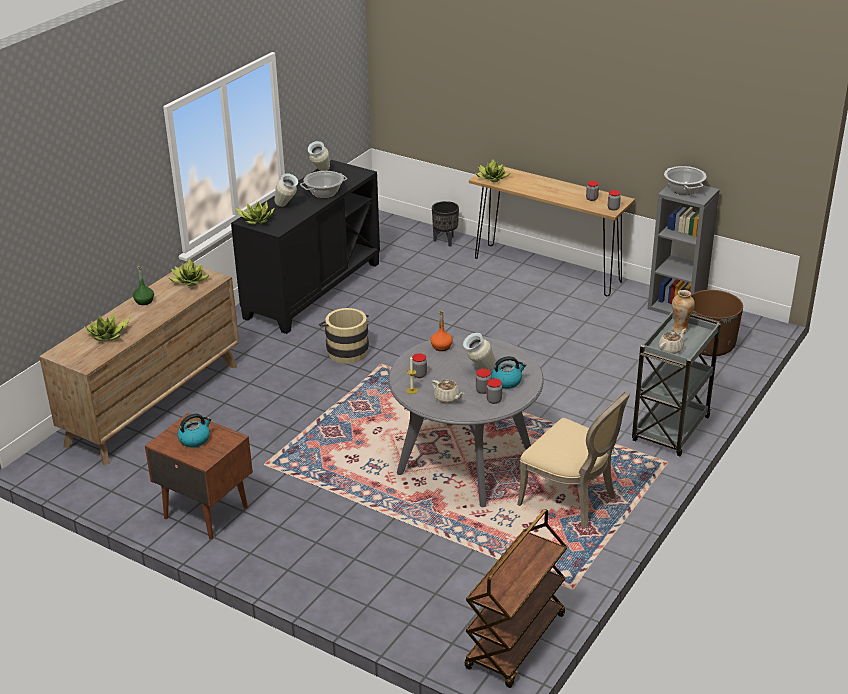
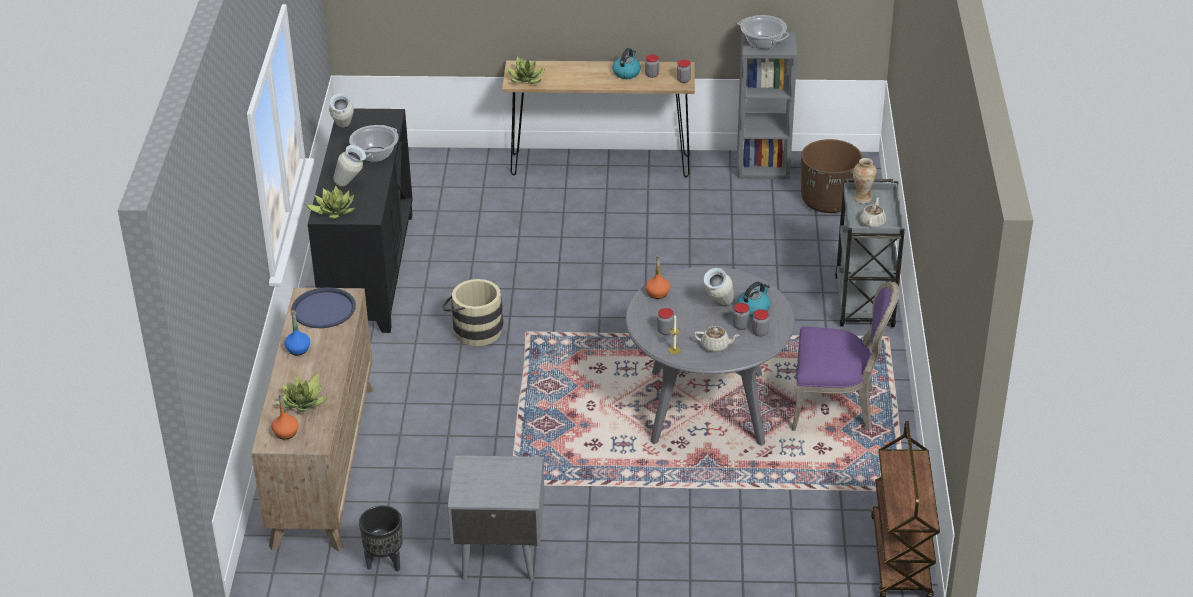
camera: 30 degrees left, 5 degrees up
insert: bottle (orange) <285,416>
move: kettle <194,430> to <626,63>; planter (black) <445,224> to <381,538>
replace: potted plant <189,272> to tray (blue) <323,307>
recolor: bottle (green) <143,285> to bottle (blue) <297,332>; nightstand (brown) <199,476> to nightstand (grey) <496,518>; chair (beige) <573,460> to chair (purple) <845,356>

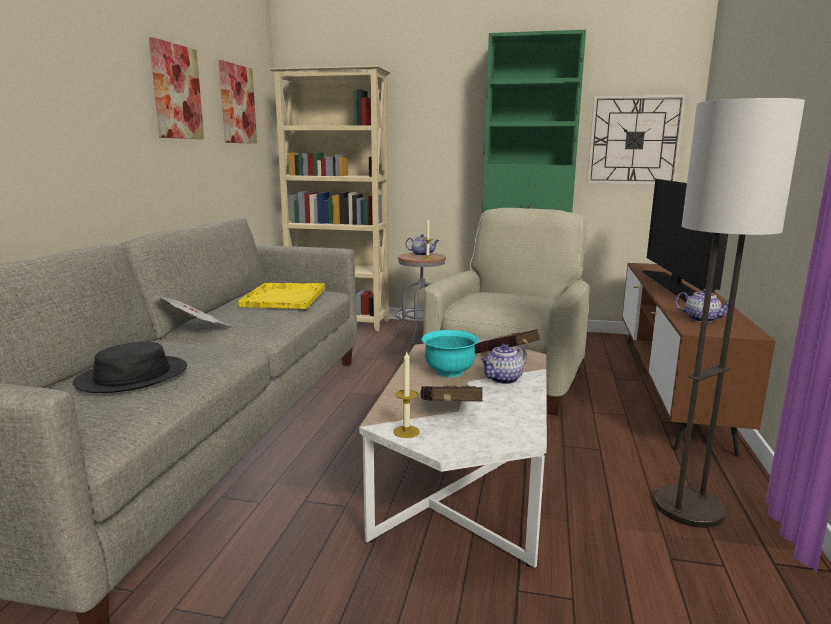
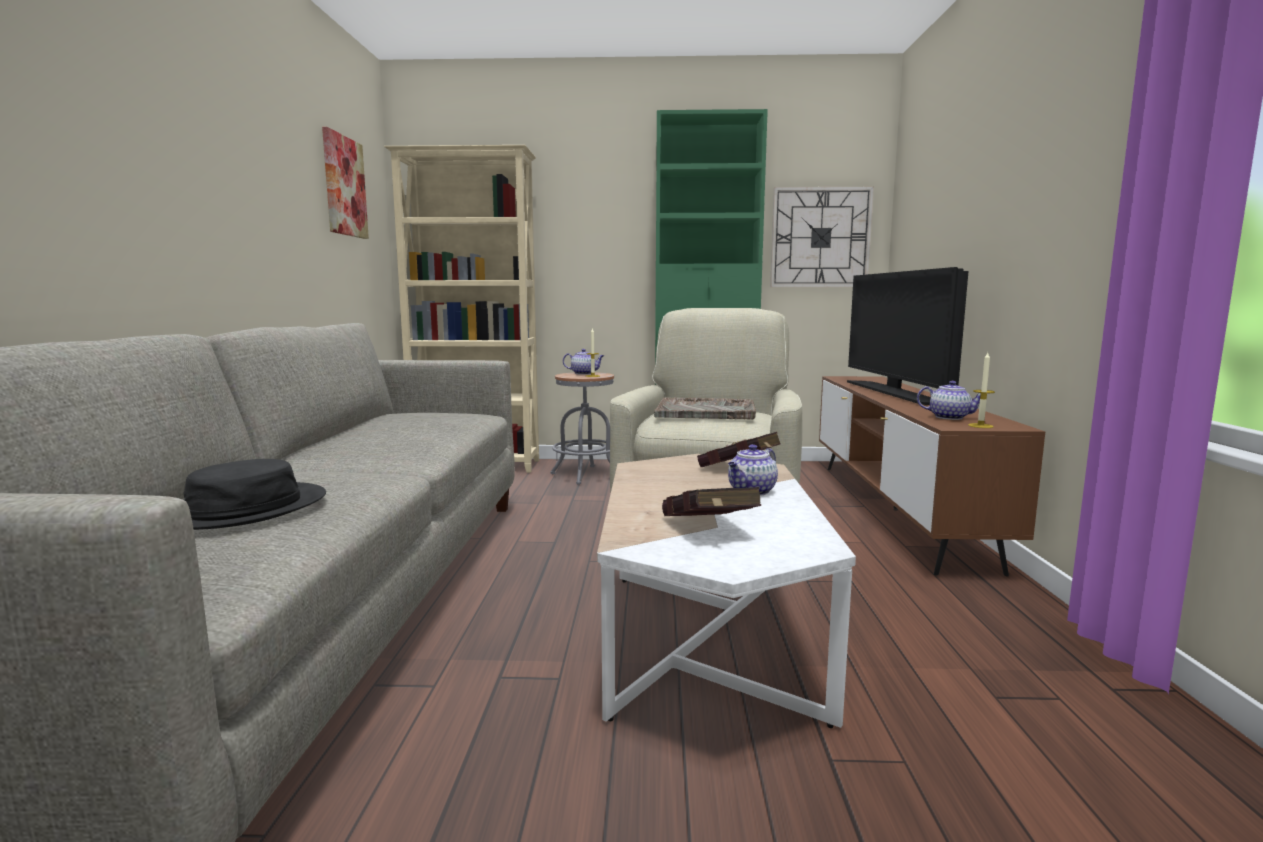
camera: 10 degrees left, 5 degrees down
delete: picture <176,88>; newspaper <193,311>; tray (yellow) <281,296>; bowl (turquoise) <450,353>; floor lamp <730,313>
insert: tray (grey) <705,408>
move: candle <406,395> to <981,390>

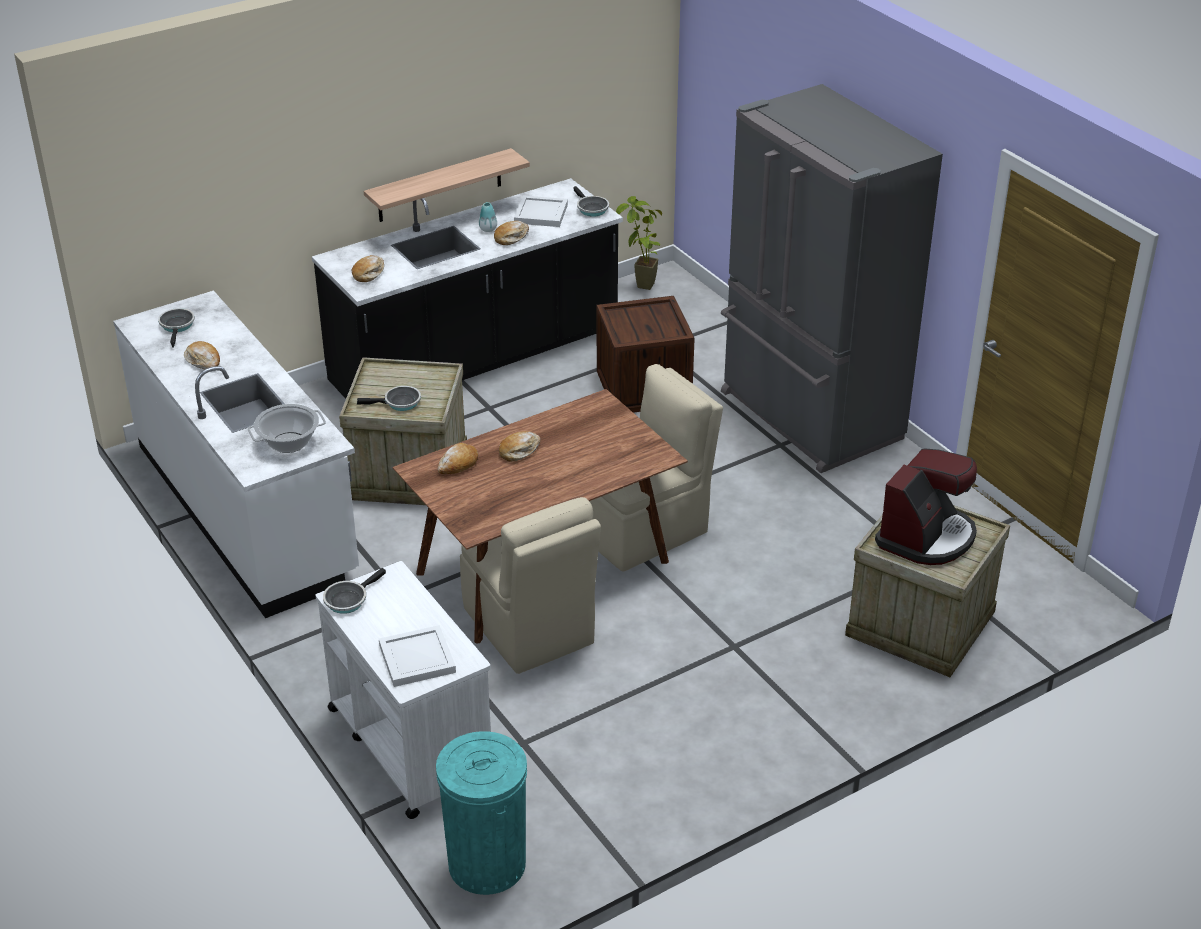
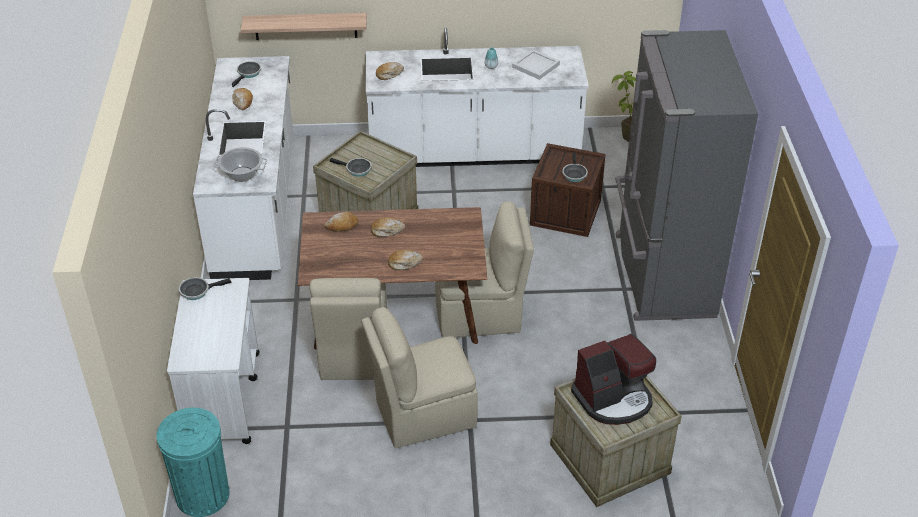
camera: 30 degrees right, 5 degrees up
delete: tray (white) <417,656>
insert: chair (beige) <419,377>
move: shelf <447,185> to <304,26>; bread <511,233> to <405,260>; frying pan <591,201> to <575,167>
recolor: counter (black) <467,288> to counter (white) <477,97>

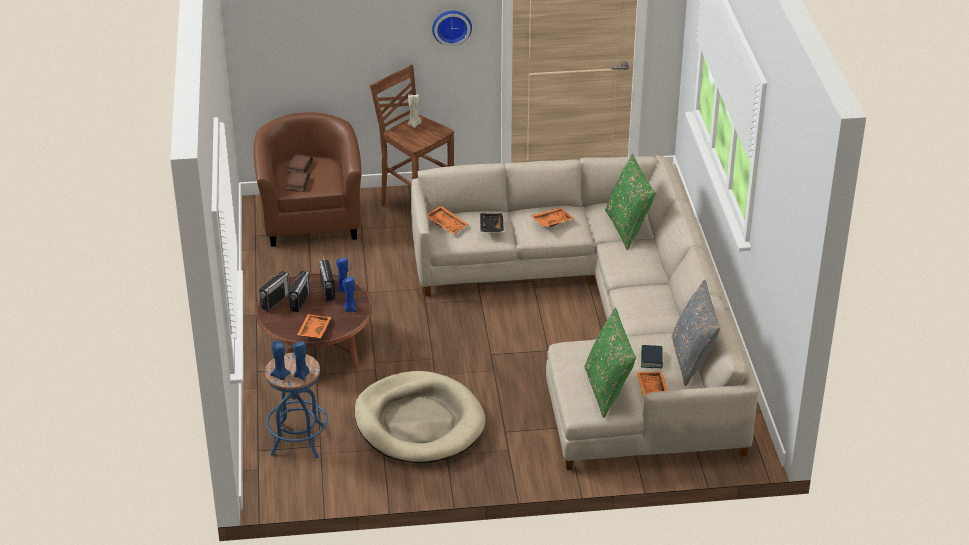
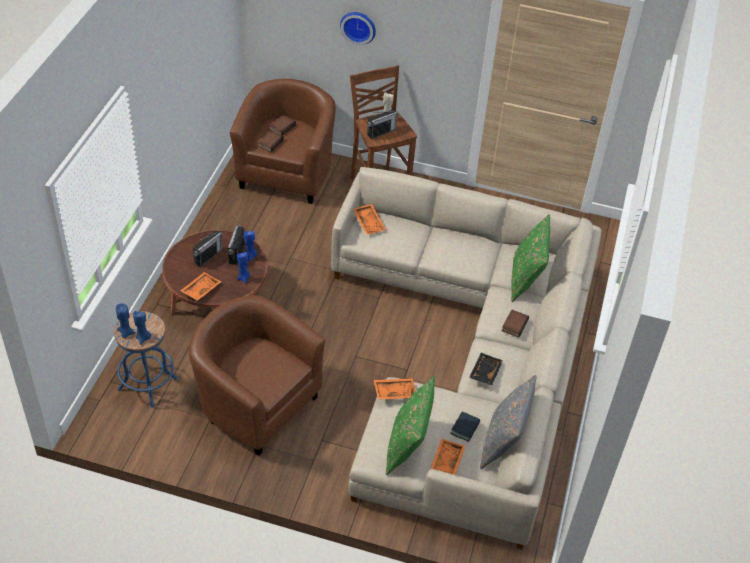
camera: 20 degrees right, 10 degrees up
insert: book <515,324>
move: radio <274,291> to <383,124>; wall clock <452,28> to <358,28>; tray (black) <492,222> to <486,369>; tray (orange) <552,217> to <395,388>
replace: dog bed (beige) <420,417> to armchair (brown) <257,375>

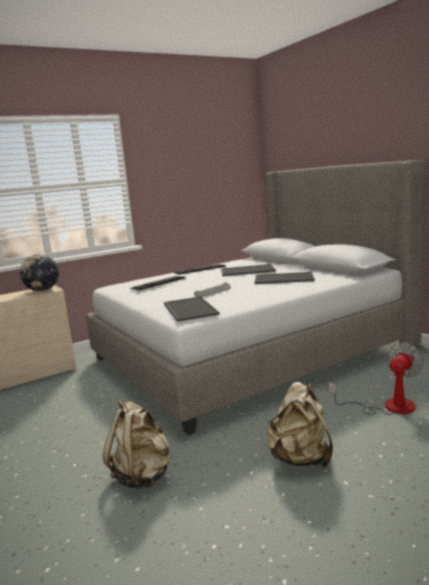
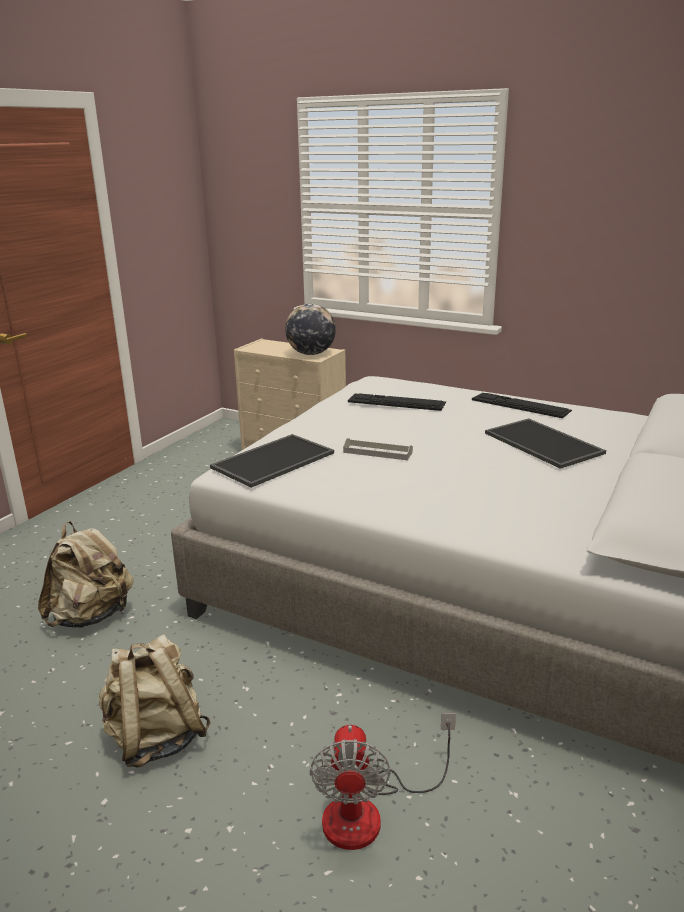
camera: 60 degrees right, 10 degrees up
delete: tray <285,278>
rotate: fan <376,379> = <383,781> 75 degrees clockwise

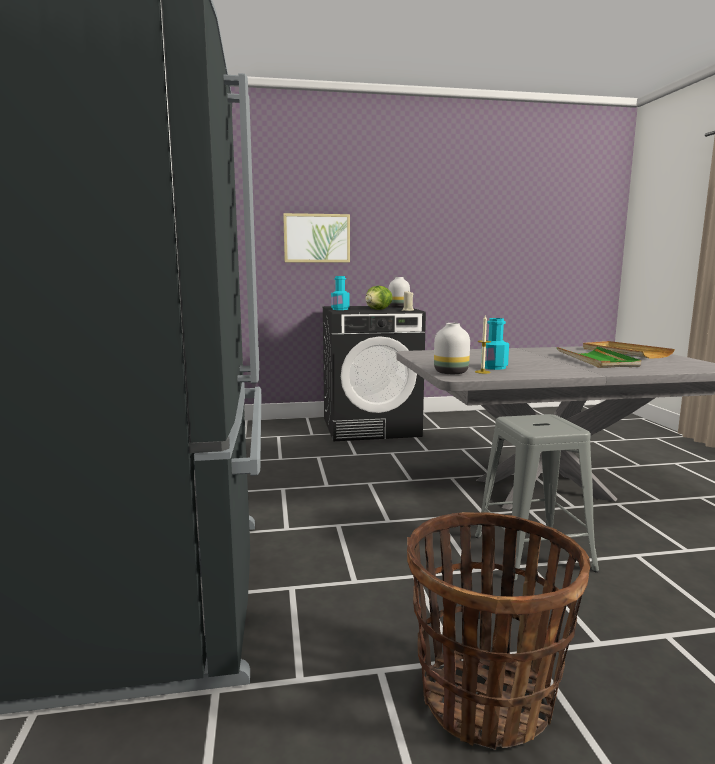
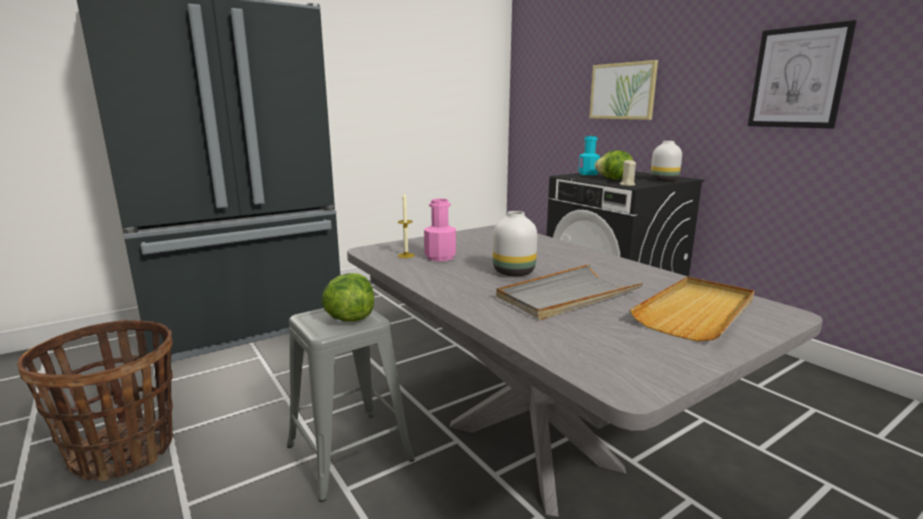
camera: 65 degrees right, 5 degrees up
insert: lettuce <348,297>; picture <802,74>
move: vase (white) <452,348> to <515,243>
recolor: bottle (turquoise) <495,344> to bottle (pink) <440,230>; tray (green) <599,357> to tray (grey) <569,292>

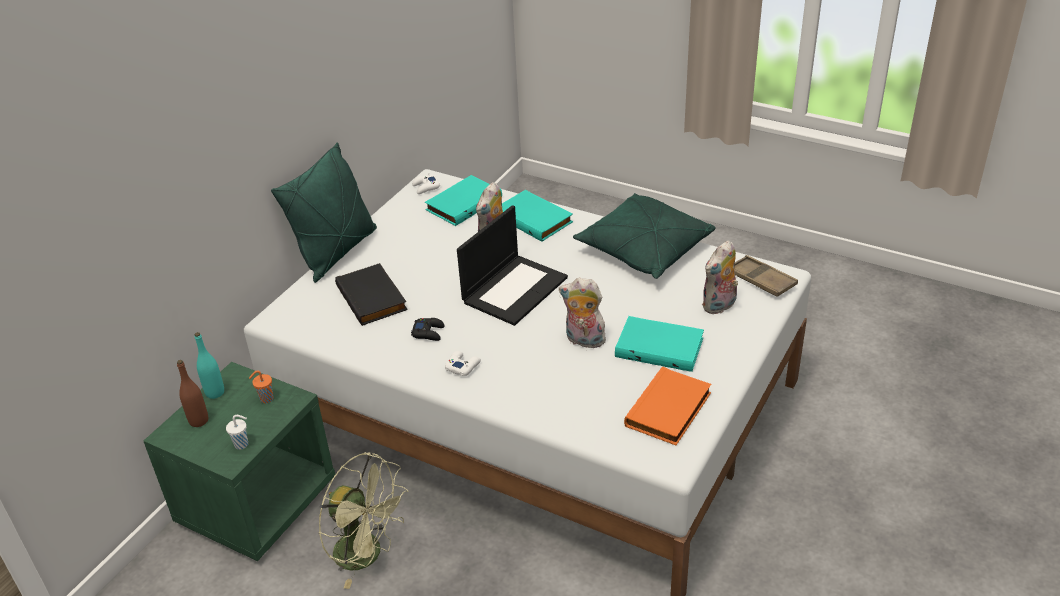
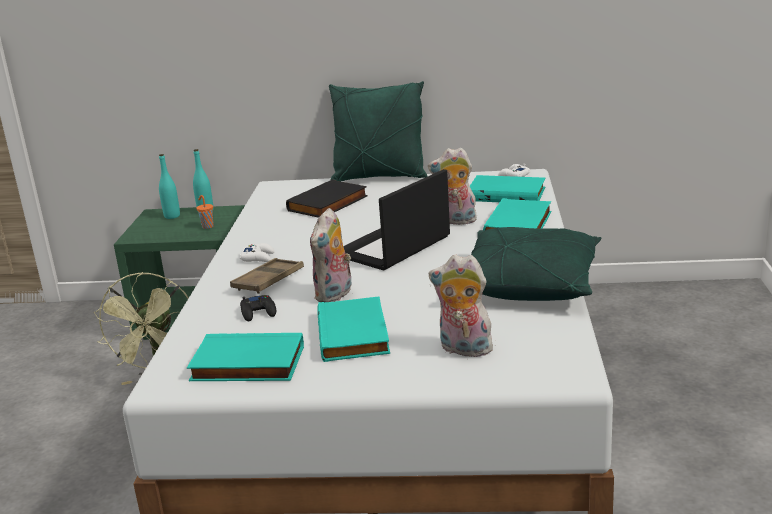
camera: 65 degrees right, 15 degrees down
delete: cup (white) <237,432>
move: game controller (black) <428,329> to <258,308>; tray (brown) <766,276> to <267,276>
recolor: bottle (brown) <192,393> to bottle (turquoise) <169,186>; book (orange) <667,405> to book (turquoise) <245,357>
rotate: laptop <512,265> = <396,219> 120 degrees clockwise; plush toy <584,313> = <331,255> 150 degrees counterclockwise

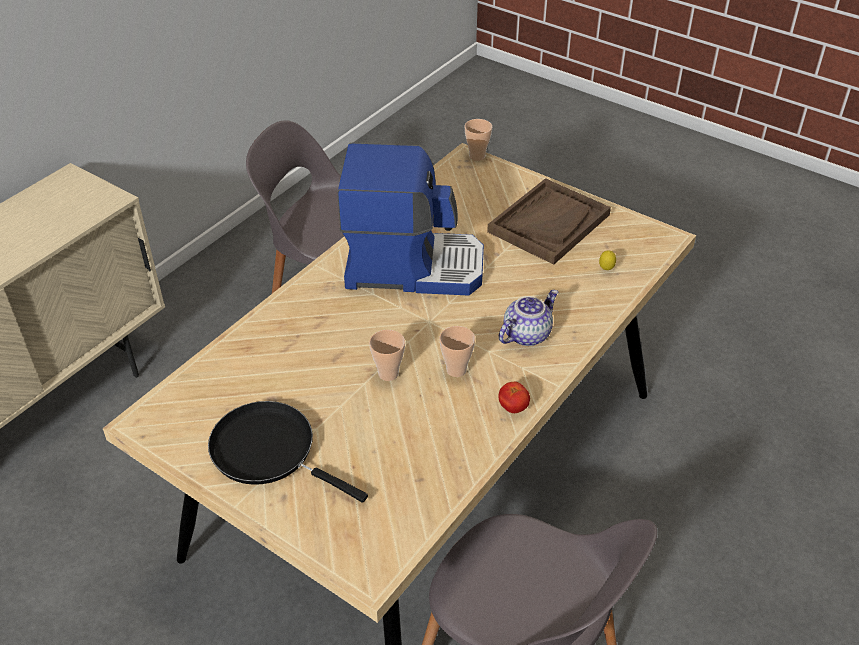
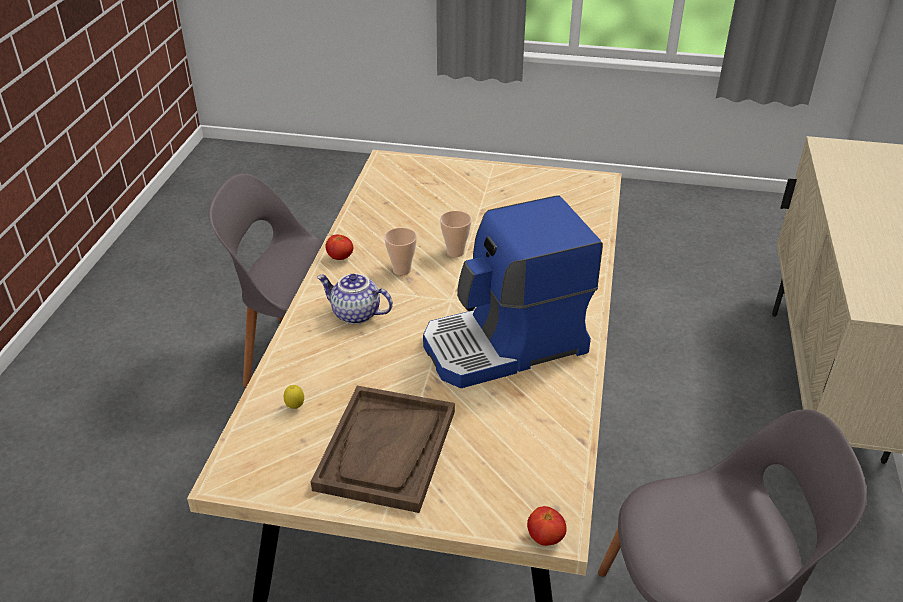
camera: 155 degrees right, 5 degrees down
delete: frying pan (black) <288,452>
replace: cup <478,140> to tomato <547,526>
rotate: teapot <528,318> = <355,299> 90 degrees clockwise

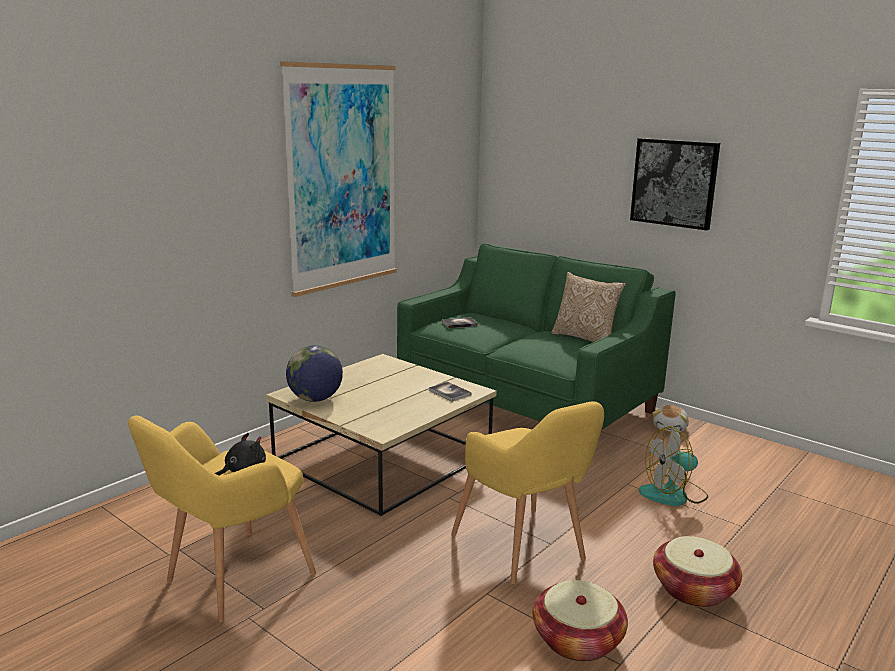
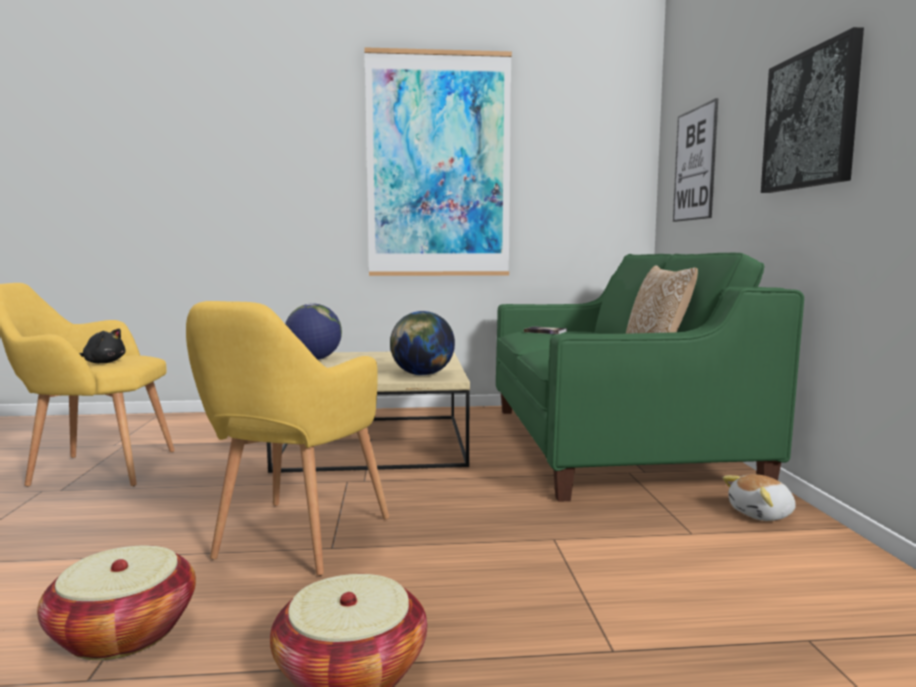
camera: 45 degrees right, 10 degrees down
delete: fan <673,466>
insert: picture <695,160>
replace: book <450,392> to globe <422,343>

